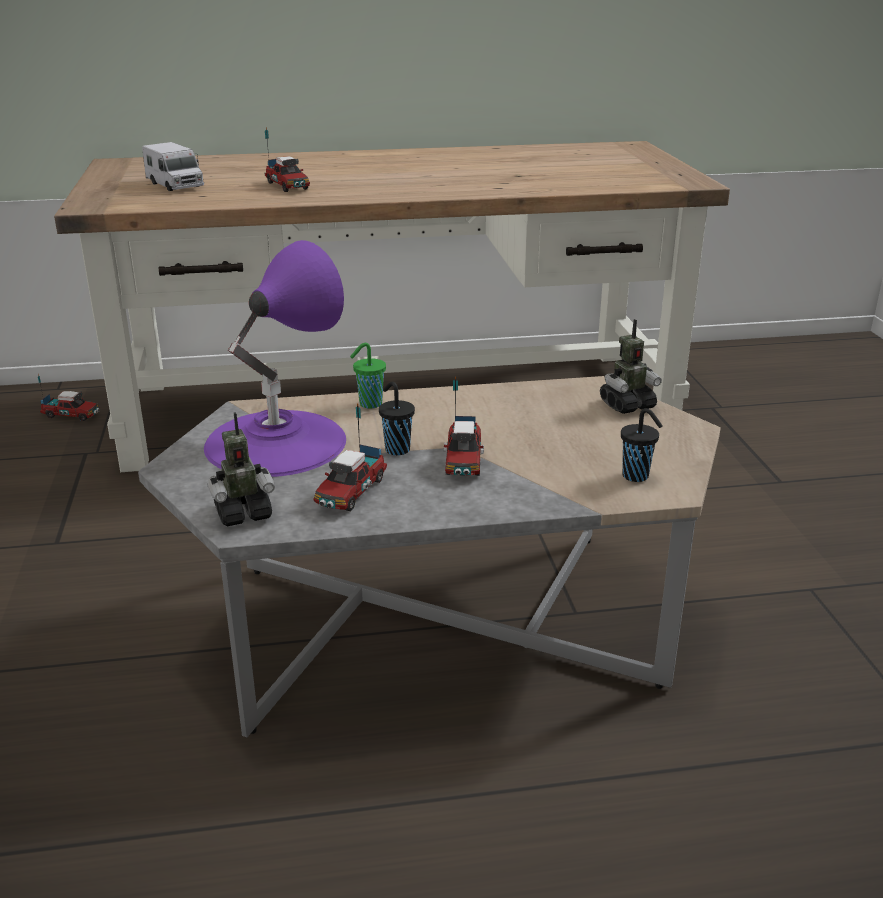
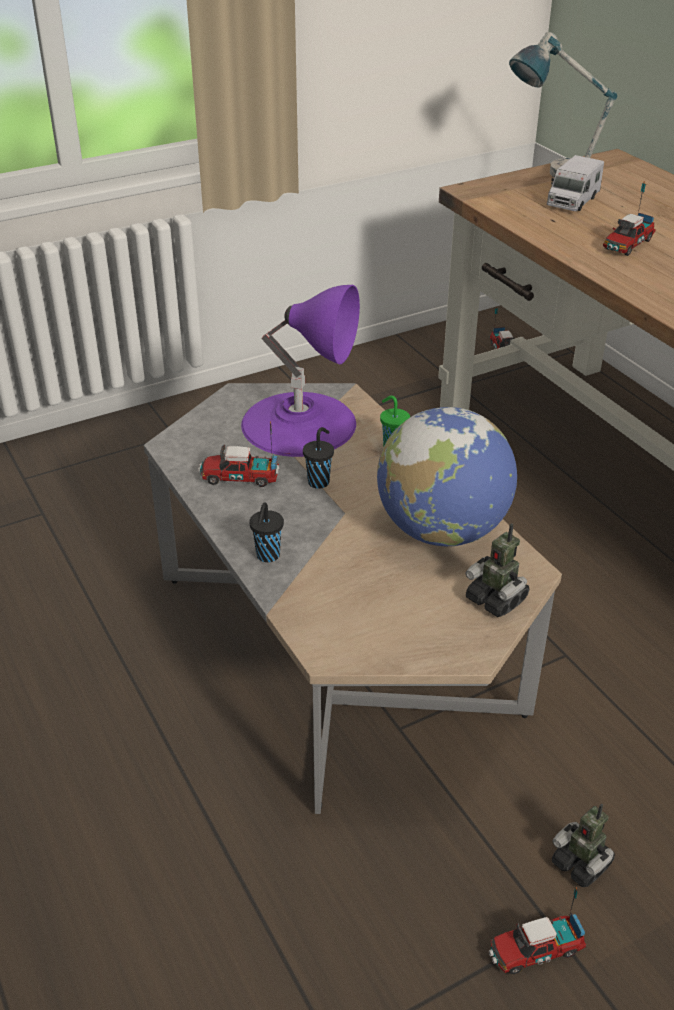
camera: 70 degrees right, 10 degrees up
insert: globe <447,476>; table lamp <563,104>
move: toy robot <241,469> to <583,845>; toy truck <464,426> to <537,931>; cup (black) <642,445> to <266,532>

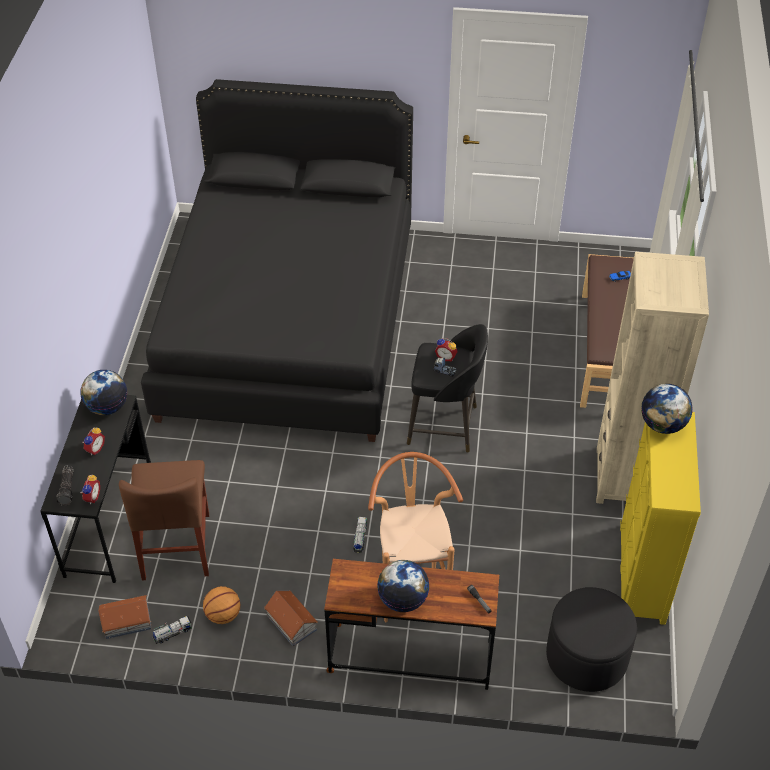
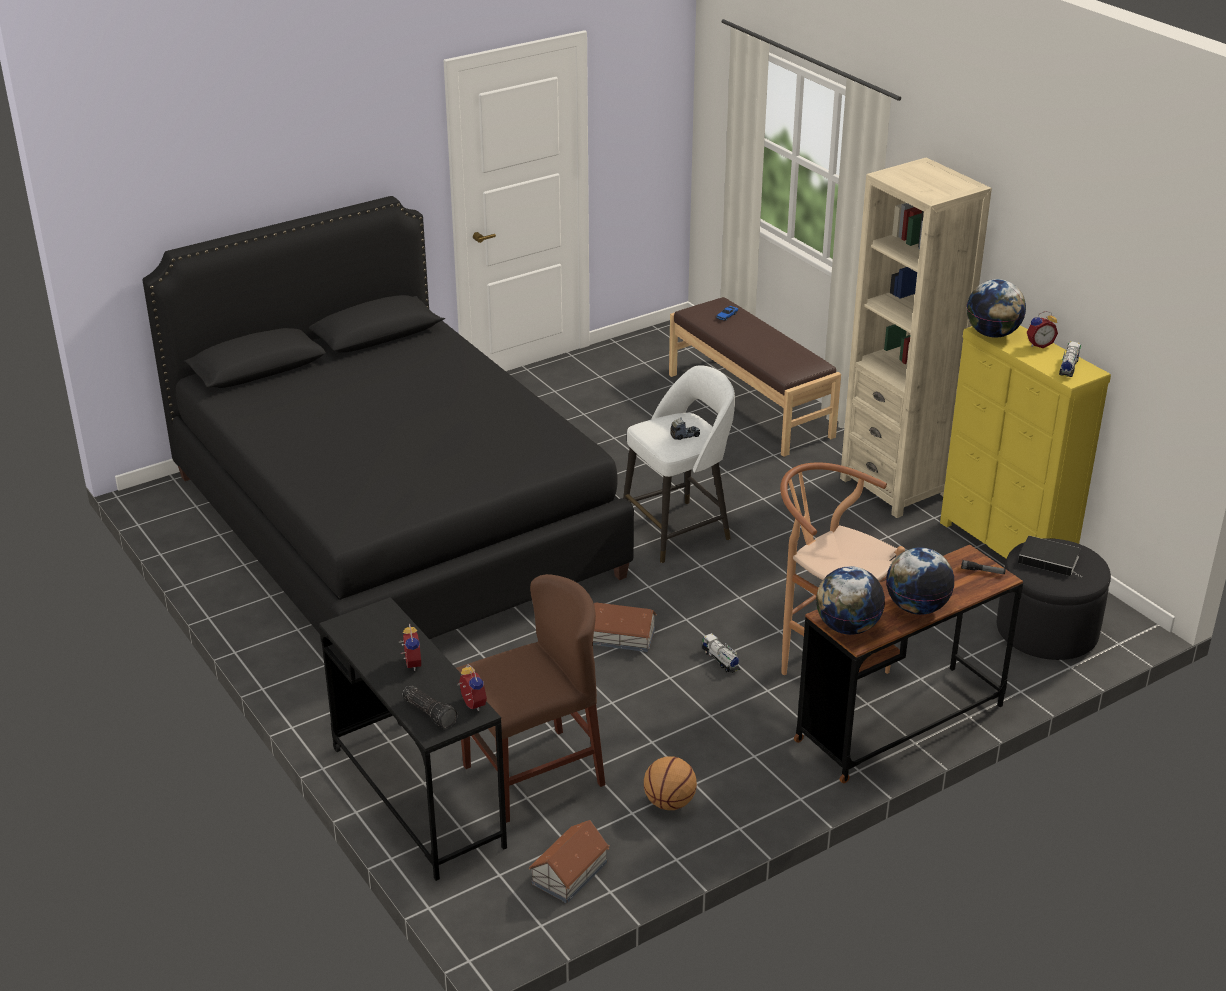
camera: 40 degrees left, 15 degrees down
insert: book <1050,556>
move: globe <103,392> to <850,600>; toy truck <172,630> to <1070,359>; toy house <291,618> to <625,627>; alarm clock <446,349> to <1042,329>
recolor: stool (black) <447,388> to stool (white) <679,464>
rotate: chair (brown) <164,520> = <530,698> 75 degrees counterclockwise

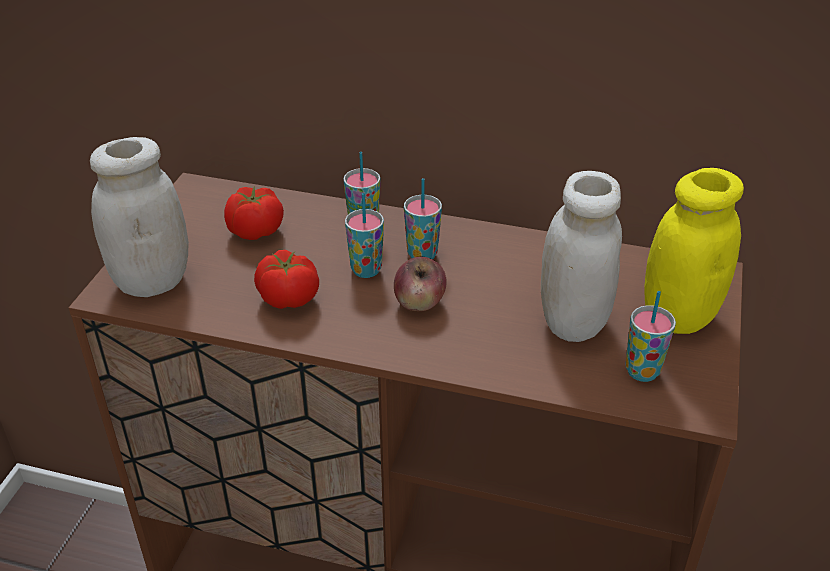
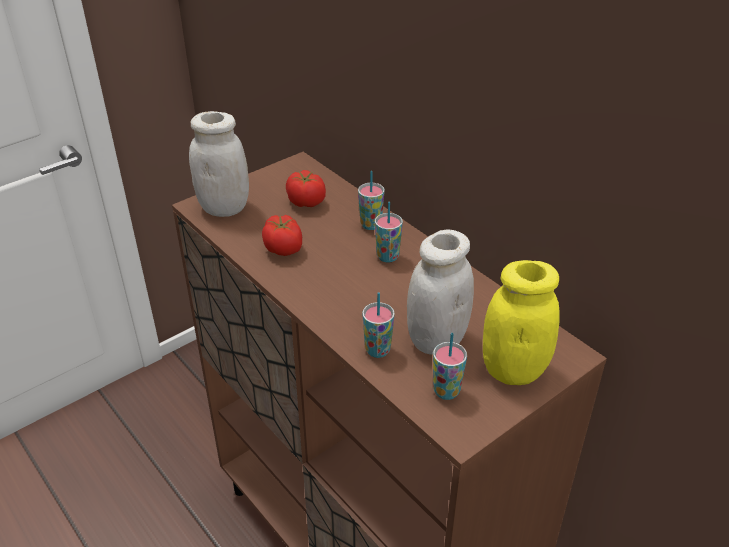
camera: 35 degrees right, 0 degrees up
delete: apple <420,284>
move: cup <364,235> to <378,325>

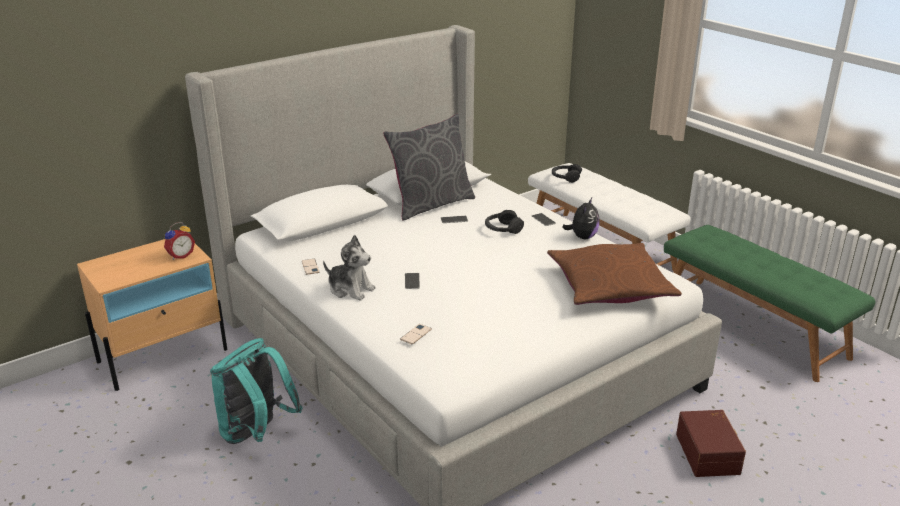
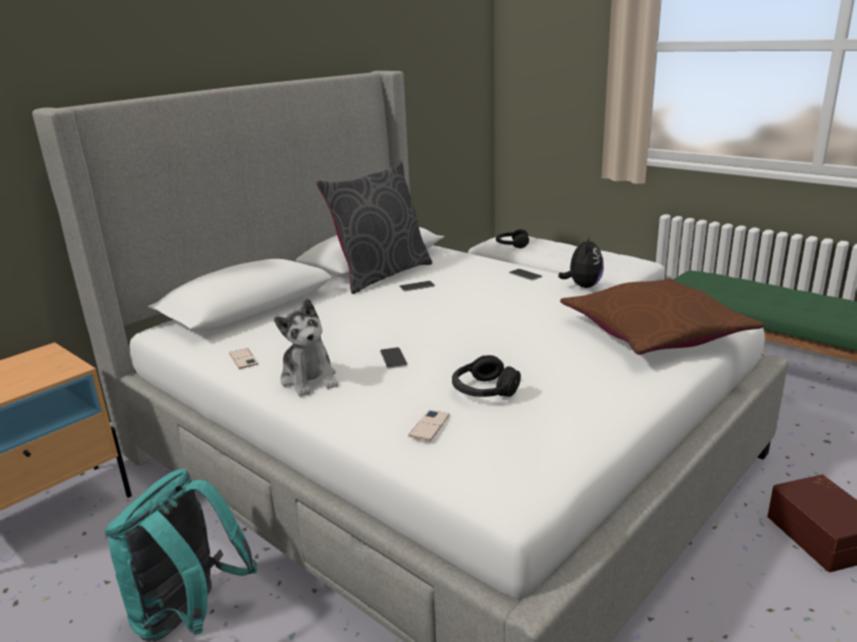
camera: 10 degrees left, 5 degrees down
delete: alarm clock <179,241>
move: headphones (black) <504,222> to <486,376>
rotate: plush toy <349,268> = <306,348> 45 degrees clockwise

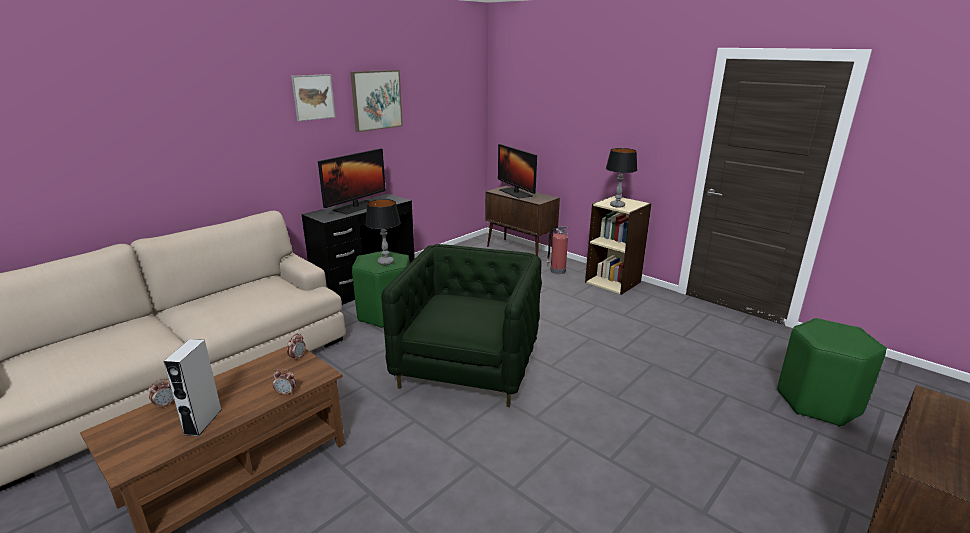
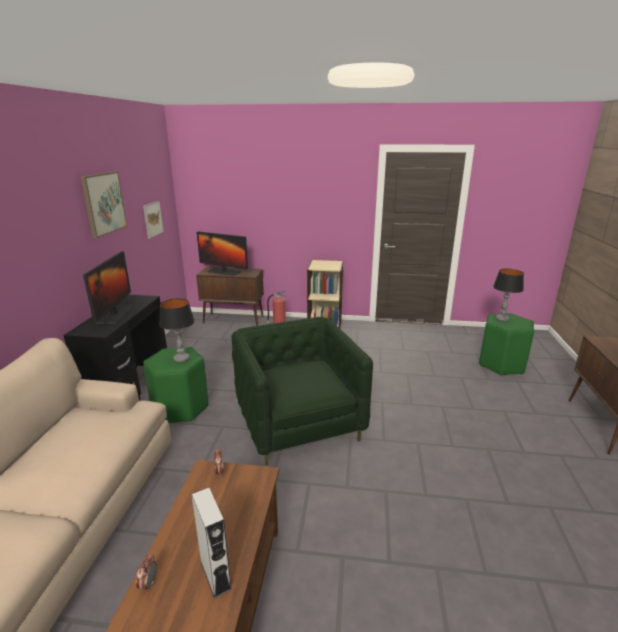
camera: 35 degrees left, 0 degrees up
delete: alarm clock <284,382>
move: picture <313,98> to <153,220>; table lamp <622,178> to <508,295>

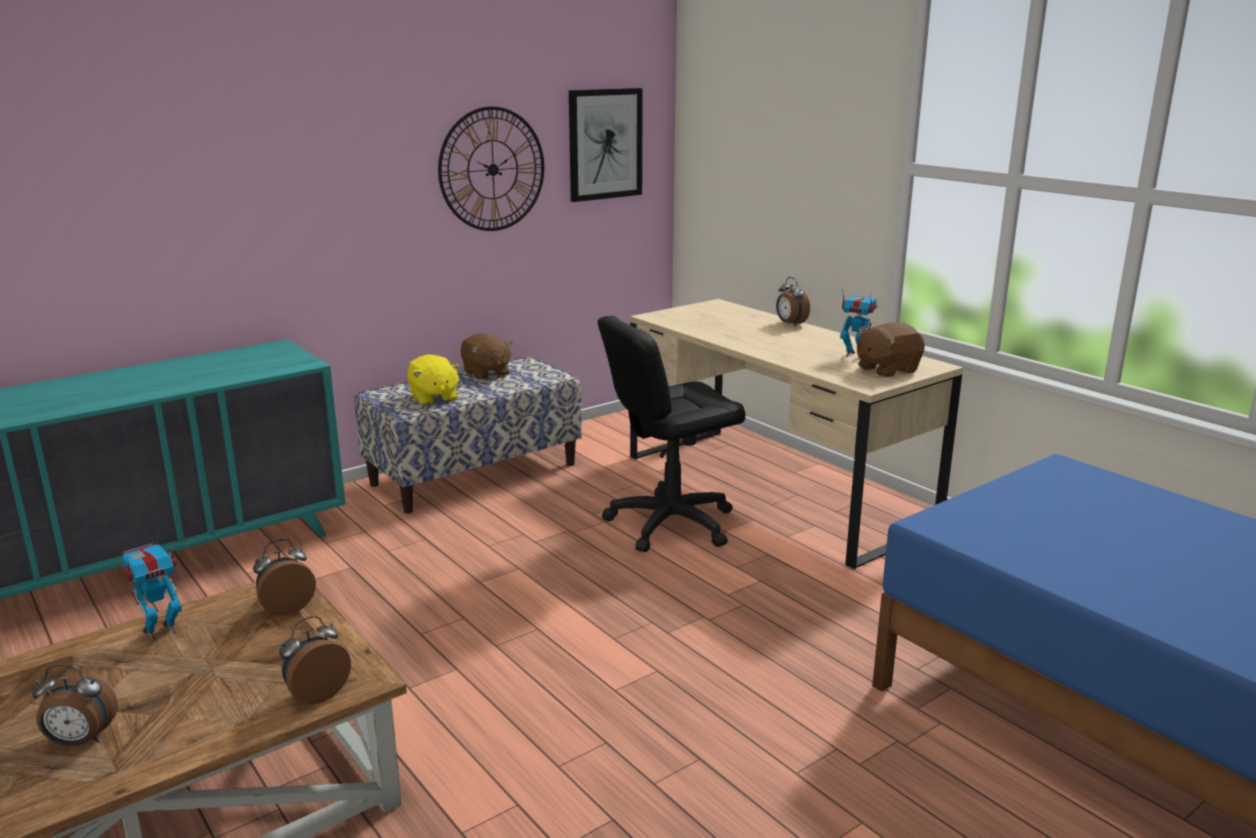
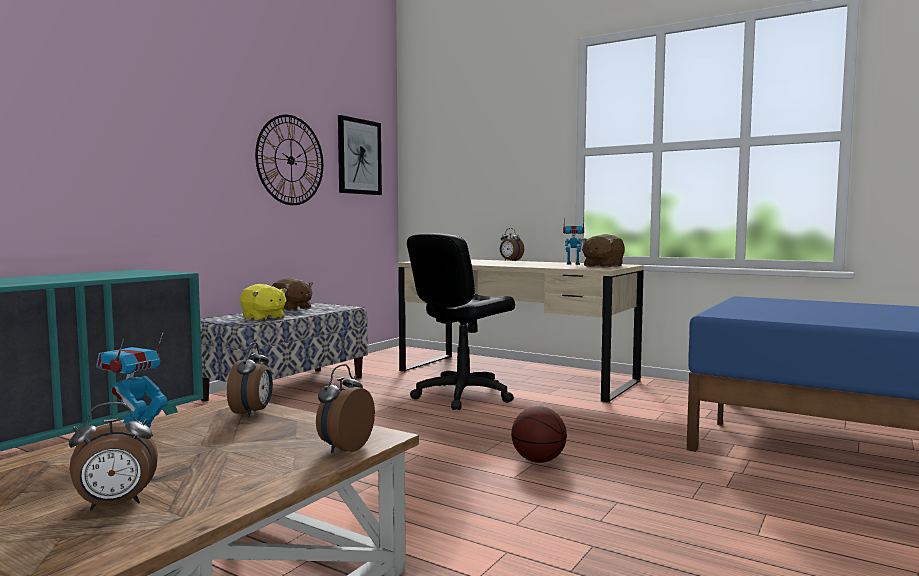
camera: 20 degrees left, 15 degrees down
insert: basketball <539,434>
rotate: alarm clock <284,577> = <250,379> 150 degrees clockwise

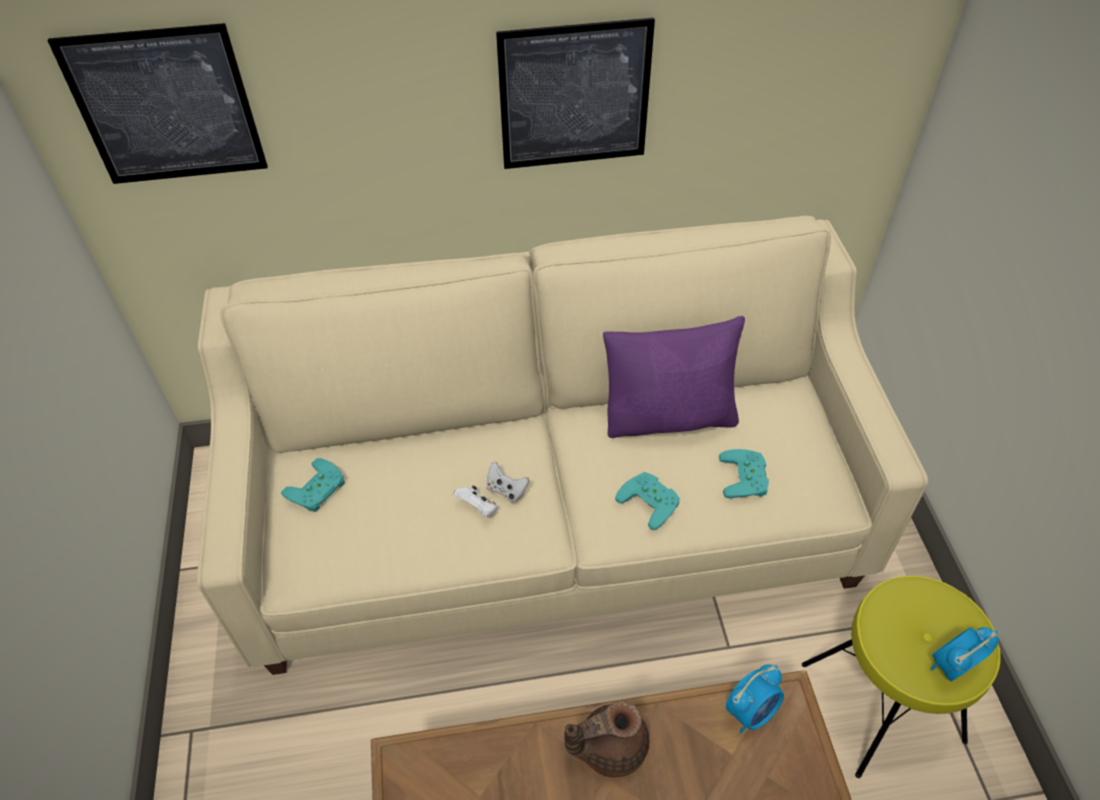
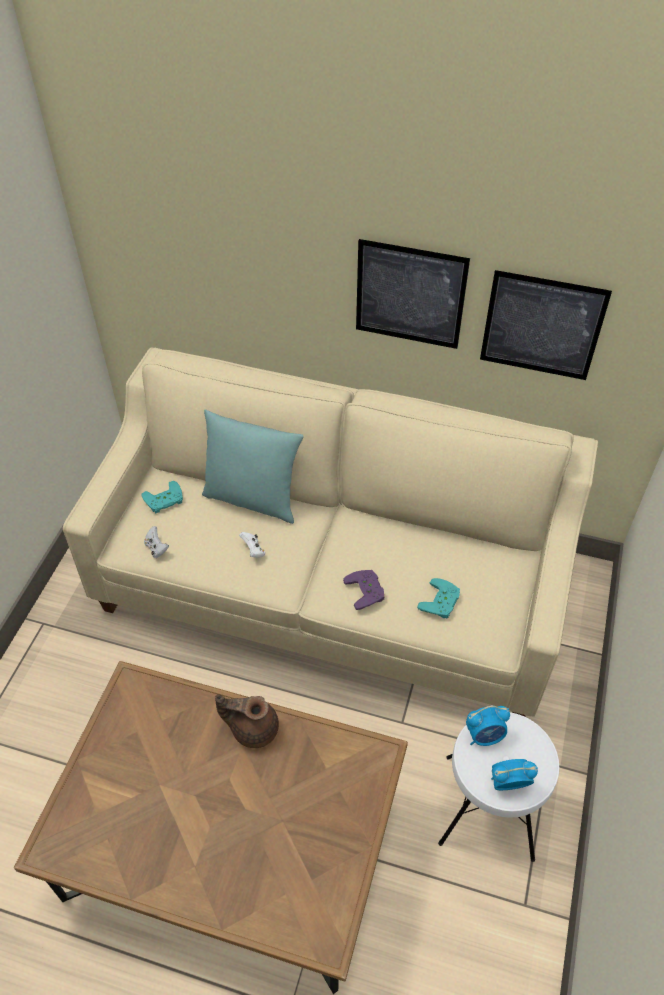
camera: 25 degrees right, 0 degrees up
delete: pillow (purple) <674,377>
insert: pillow (turquoise) <253,466>
move: picture <158,103> to <546,325>; game controller (white) <508,482> to <156,542>; alarm clock <755,699> to <488,726>
recolor: game controller (turquoise) <647,501> to game controller (purple) <364,590>; stool (yellow) <901,677> to stool (white) <498,787>

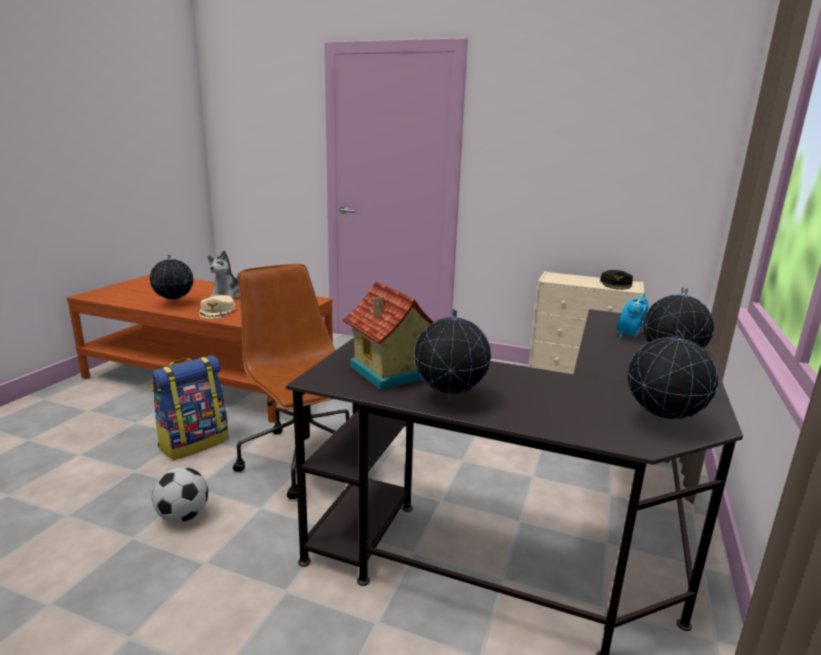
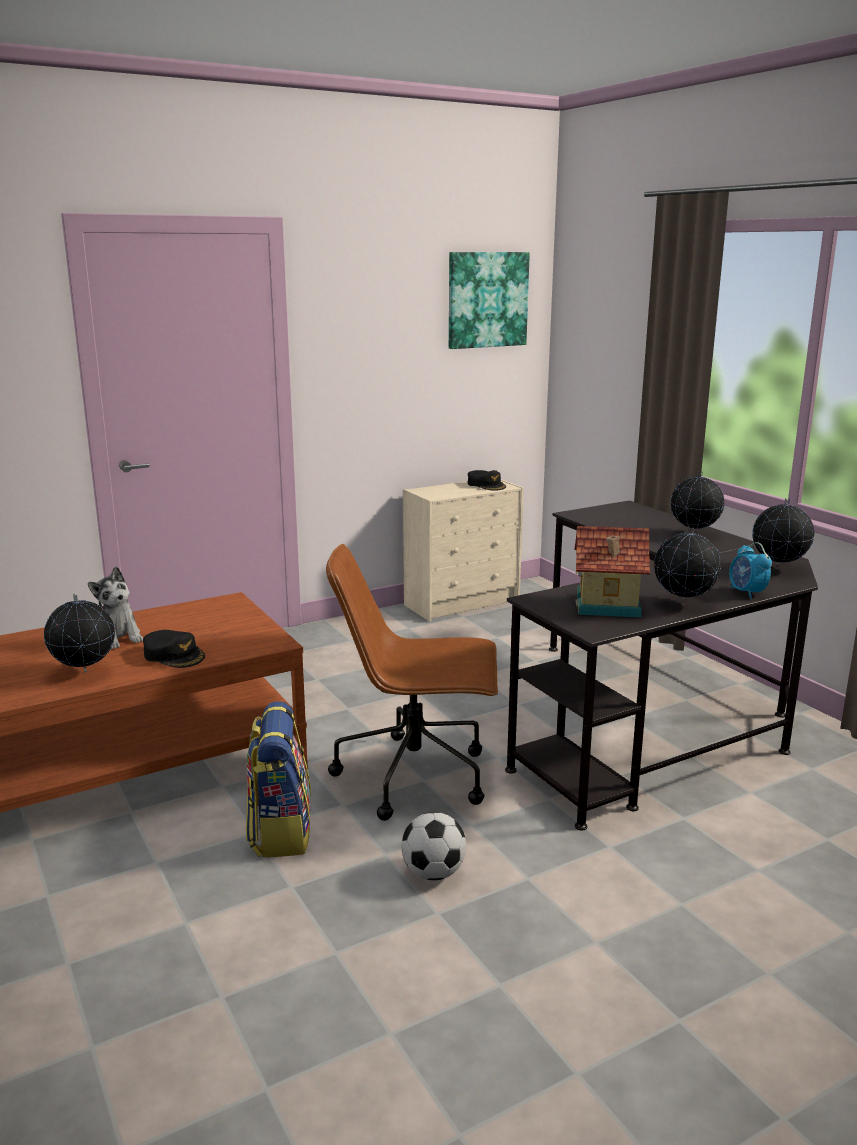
camera: 50 degrees left, 0 degrees up
insert: picture <489,300>
move: alarm clock <633,315> to <750,570>
recolor: cap (beige) <217,307> to cap (black) <174,649>

